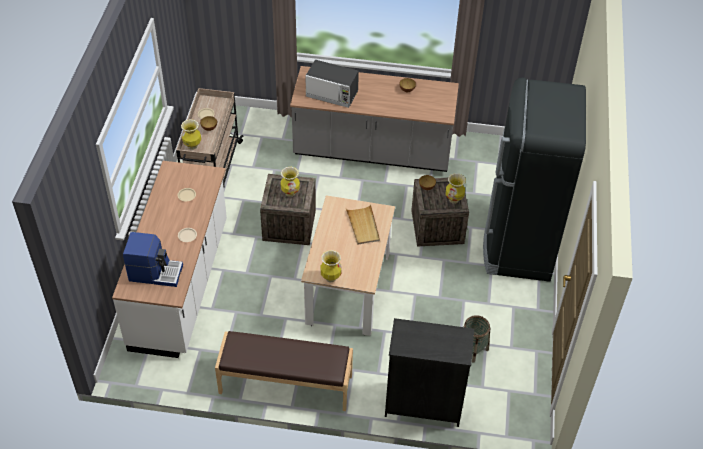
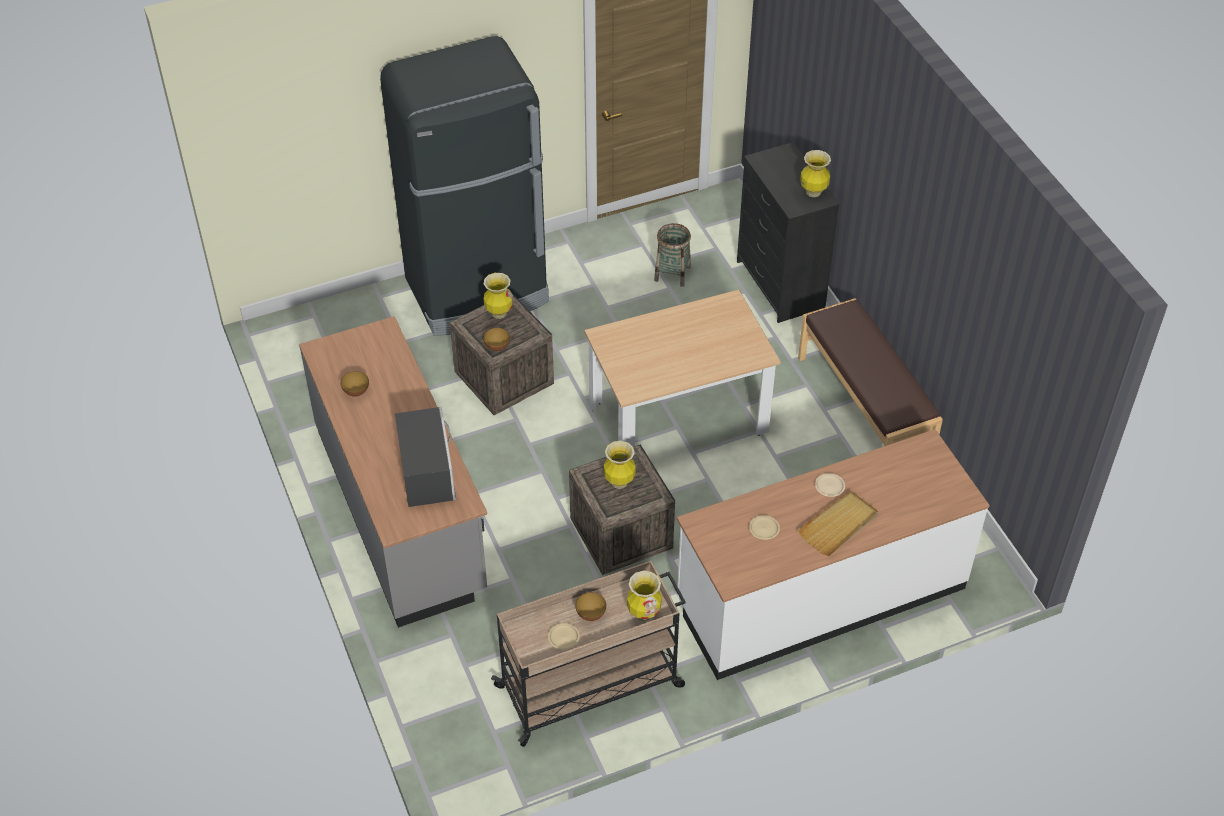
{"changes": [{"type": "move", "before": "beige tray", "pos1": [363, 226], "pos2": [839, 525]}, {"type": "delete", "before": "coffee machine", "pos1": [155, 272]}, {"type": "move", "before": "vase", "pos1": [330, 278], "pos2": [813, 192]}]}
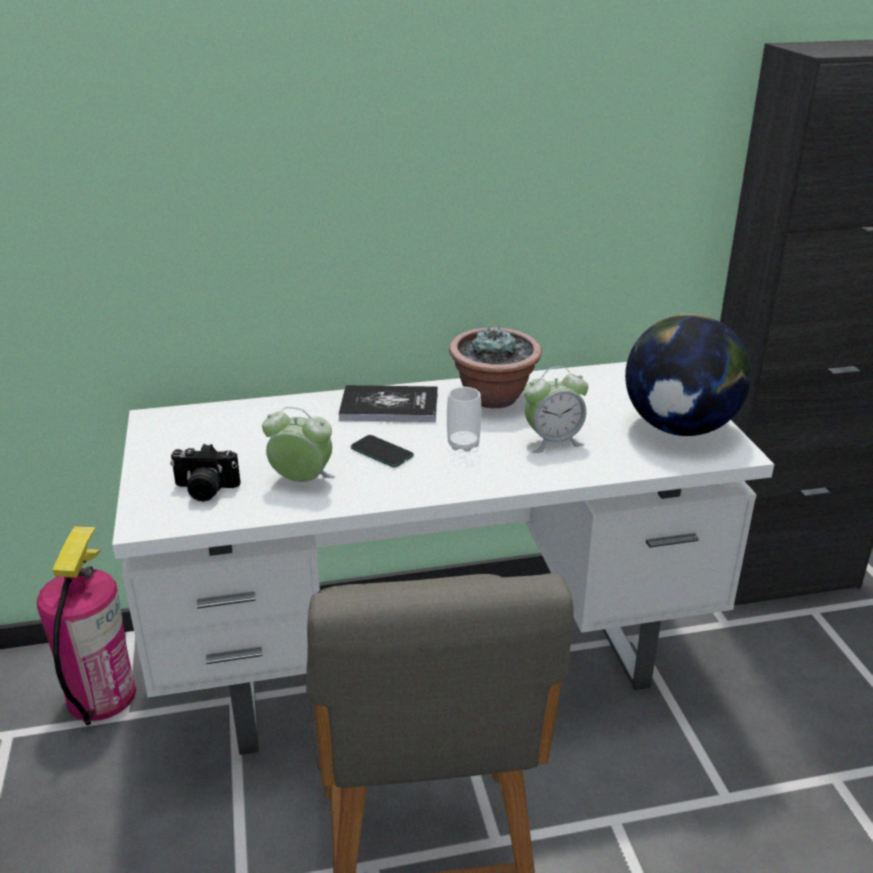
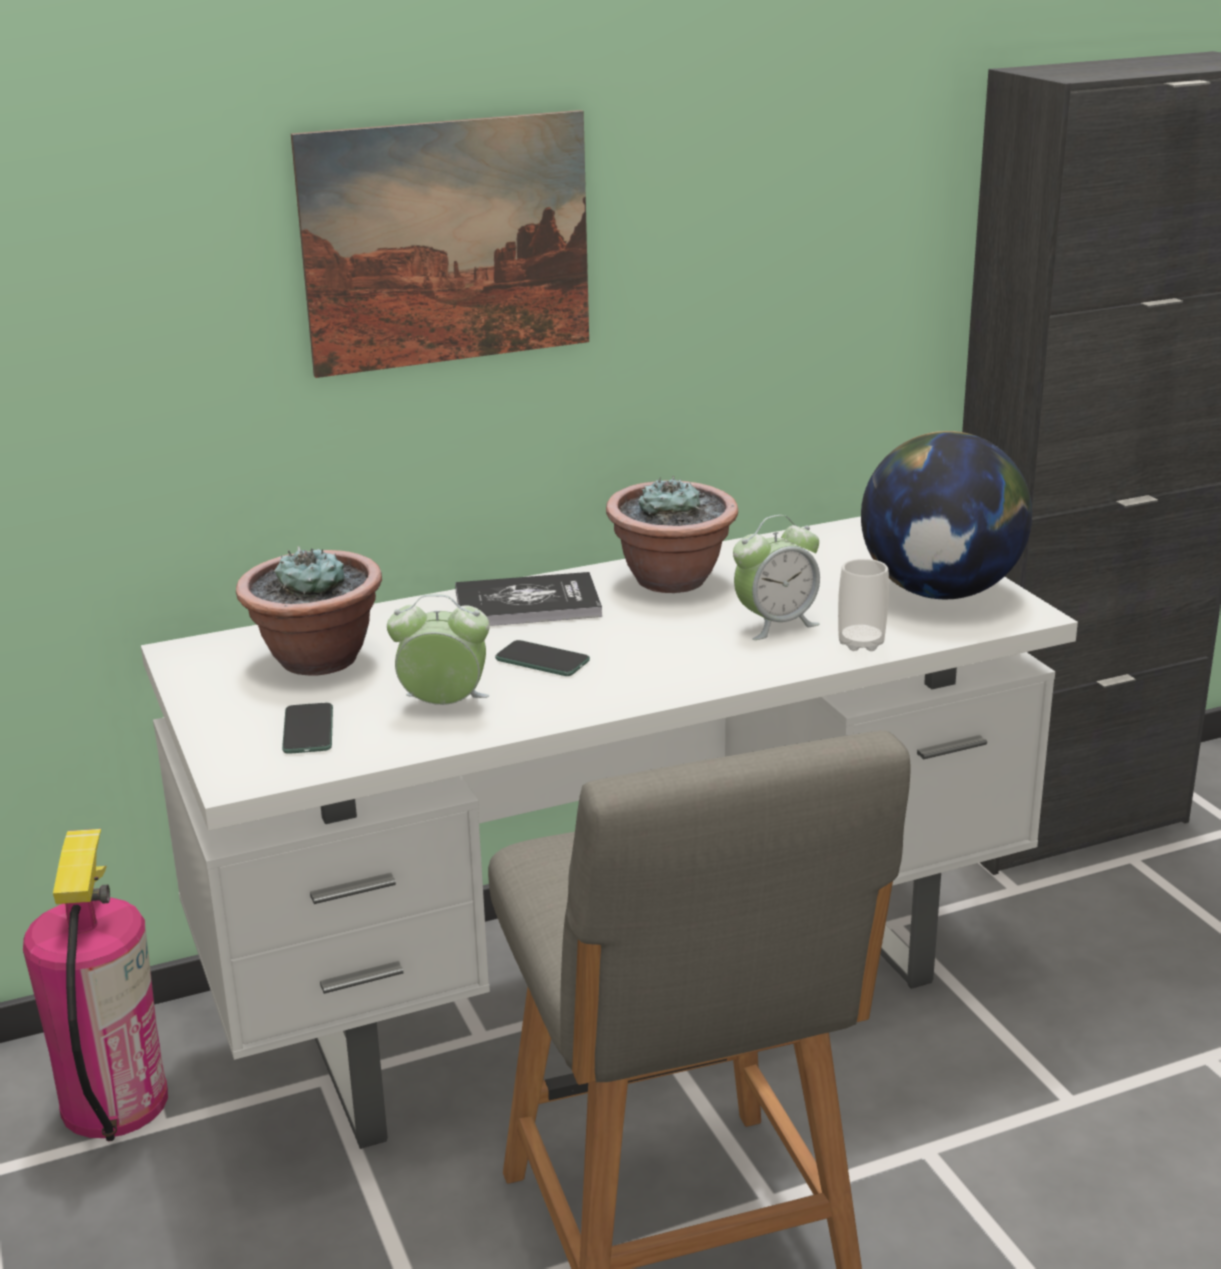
{"changes": [{"type": "move", "before": "cup", "pos1": [463, 444], "pos2": [861, 643]}, {"type": "replace", "before": "photo camera", "after": "phone", "pos1": [205, 490], "pos2": [308, 730]}, {"type": "insert", "after": "picture", "pos2": [447, 243]}, {"type": "insert", "after": "potted plant", "pos2": [317, 660]}]}
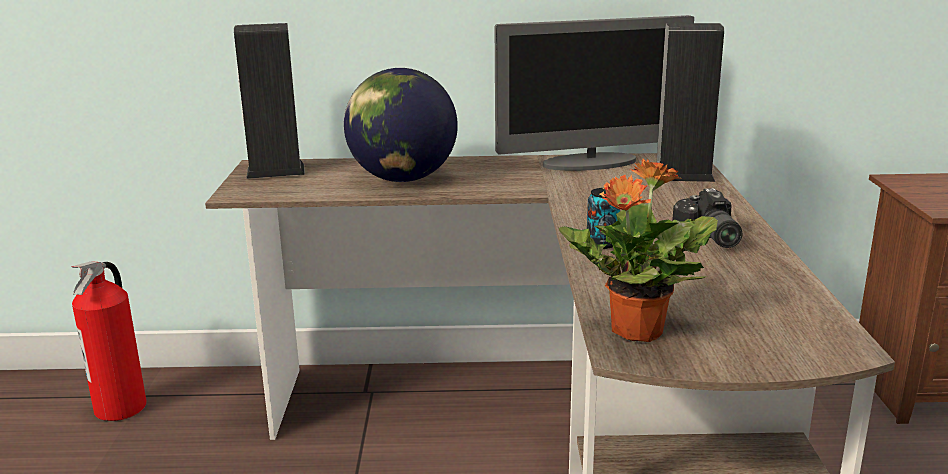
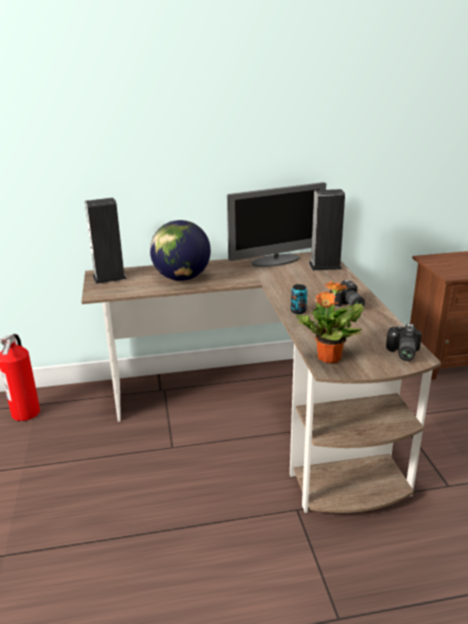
{"changes": [{"type": "insert", "after": "photo camera", "pos2": [401, 353]}]}
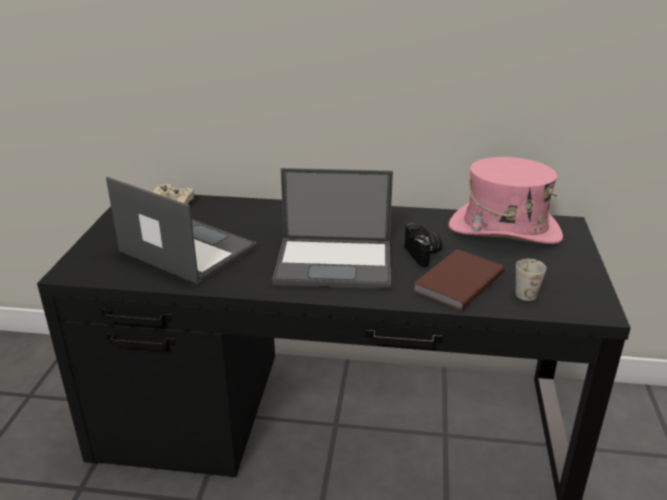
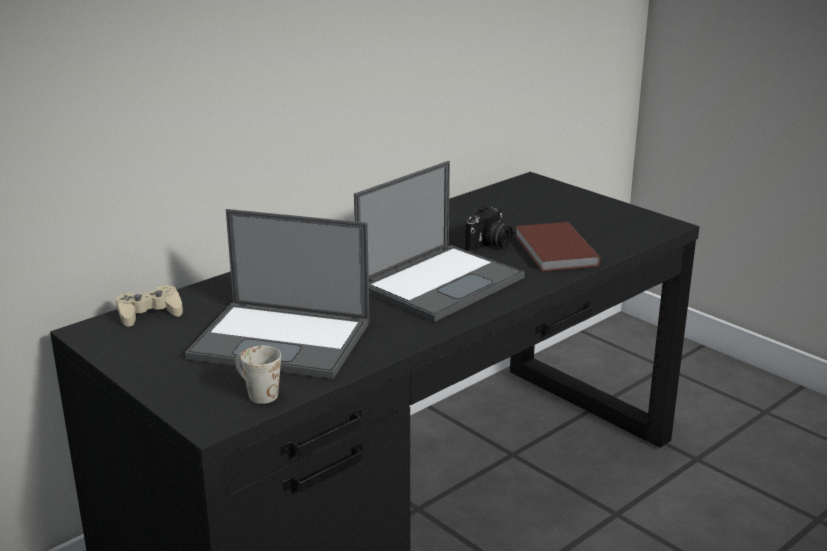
{"changes": [{"type": "delete", "before": "pink hat", "pos1": [504, 231]}, {"type": "rotate", "before": "laptop", "pos1": [186, 249], "pos2": [283, 340], "turn": -150}, {"type": "rotate", "before": "photo camera", "pos1": [423, 254], "pos2": [489, 244], "turn": 105}, {"type": "move", "before": "white mug", "pos1": [524, 291], "pos2": [256, 393]}]}
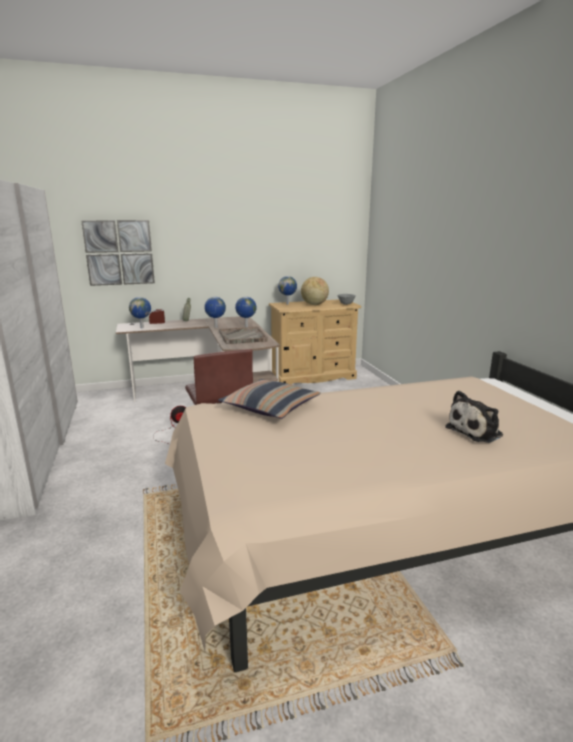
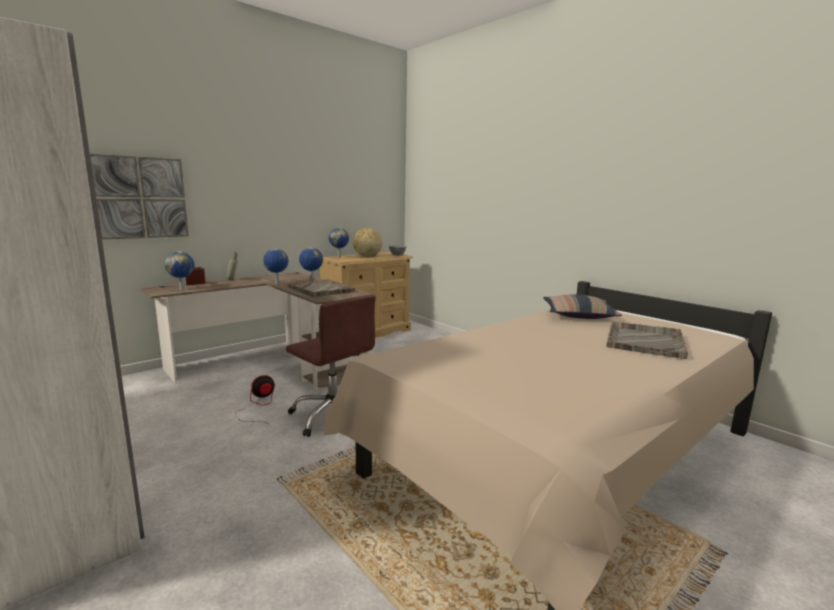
{"changes": [{"type": "move", "before": "pillow", "pos1": [270, 407], "pos2": [578, 315]}, {"type": "replace", "before": "plush toy", "after": "grey tray", "pos1": [476, 431], "pos2": [645, 341]}]}
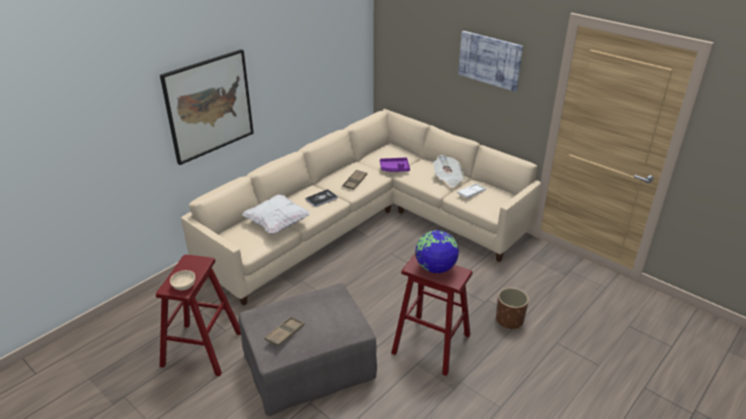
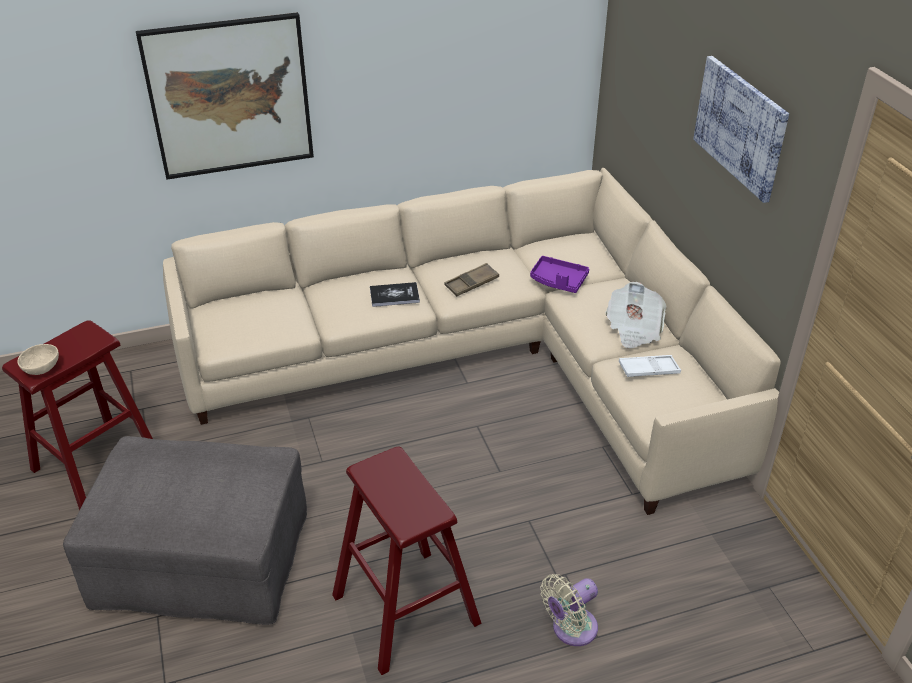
{"changes": [{"type": "delete", "before": "white pillow", "pos1": [277, 224]}, {"type": "delete", "before": "globe", "pos1": [435, 268]}, {"type": "replace", "before": "brown planter", "after": "beige fan", "pos1": [509, 320], "pos2": [570, 629]}, {"type": "delete", "before": "brown tray", "pos1": [285, 333]}]}
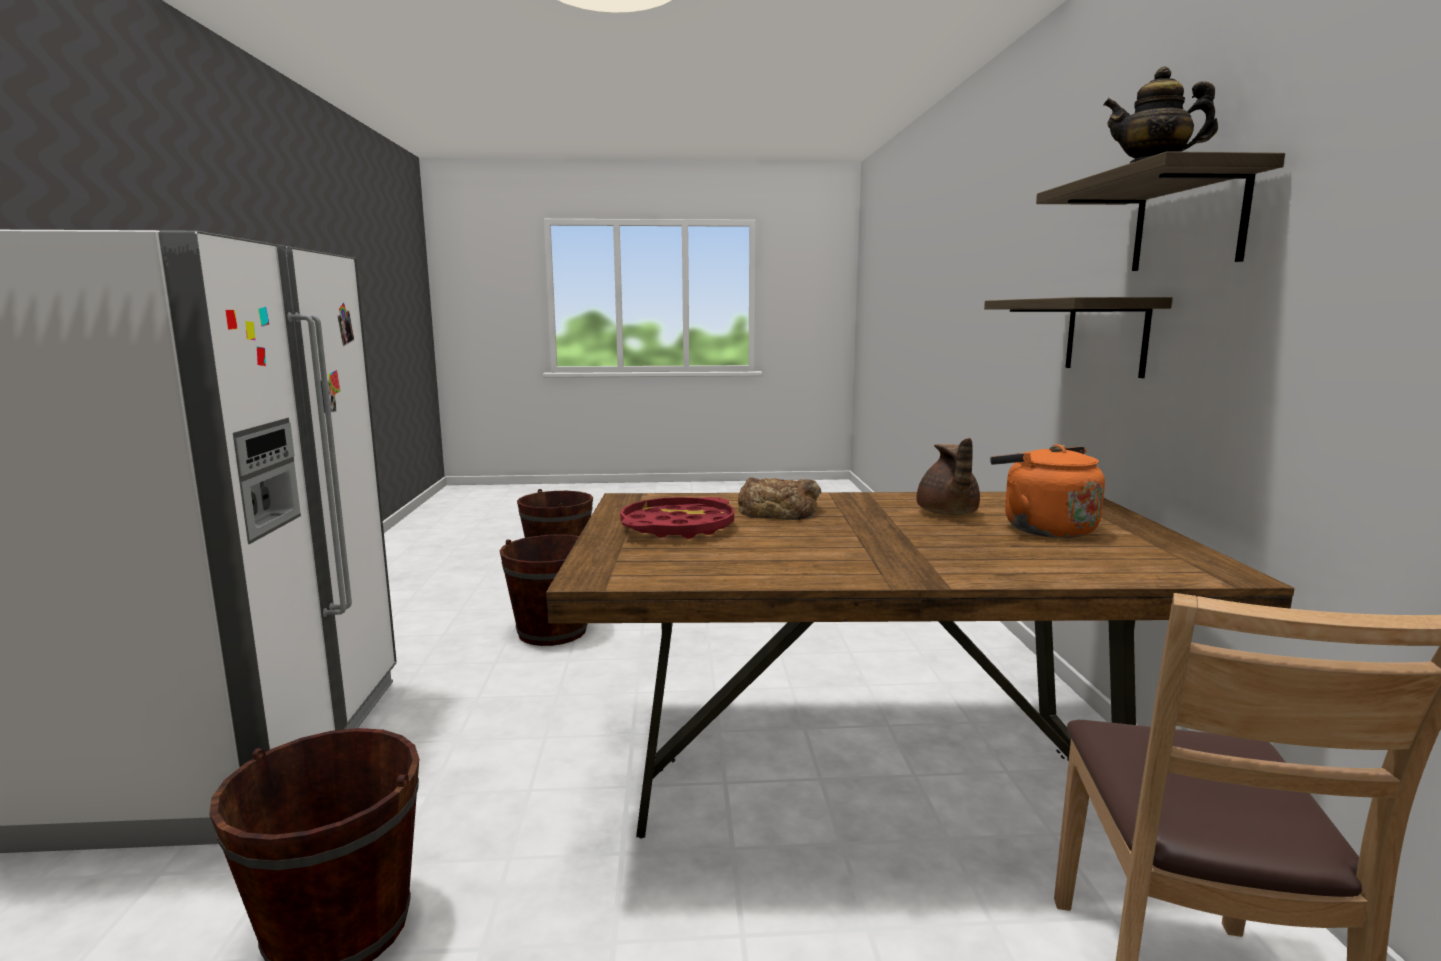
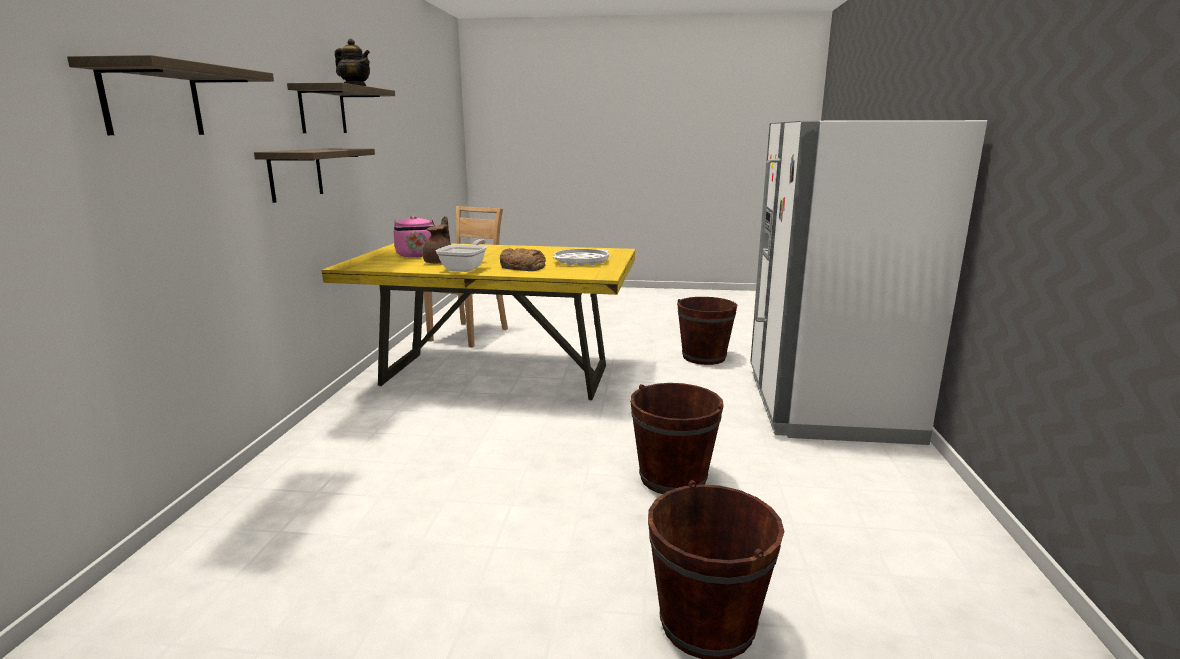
{"changes": [{"type": "recolor", "before": "orange kettle", "after": "pink kettle", "pos1": [1043, 528], "pos2": [417, 255]}, {"type": "recolor", "before": "brown dining table", "after": "yellow dining table", "pos1": [863, 775], "pos2": [498, 376]}, {"type": "recolor", "before": "red tray", "after": "white tray", "pos1": [677, 527], "pos2": [581, 262]}, {"type": "insert", "after": "shelf", "pos2": [152, 101]}, {"type": "insert", "after": "frying pan", "pos2": [466, 268]}]}
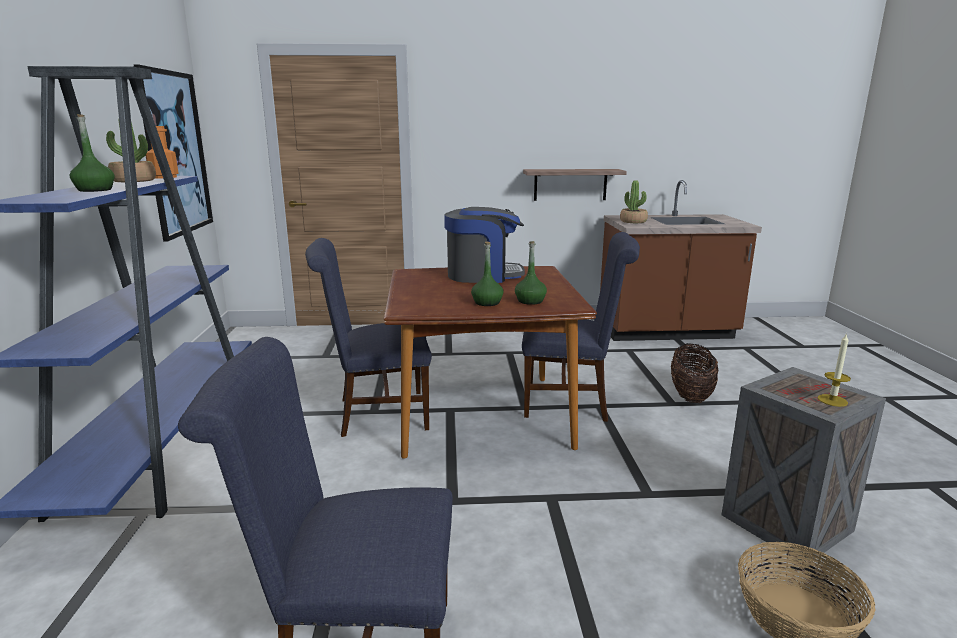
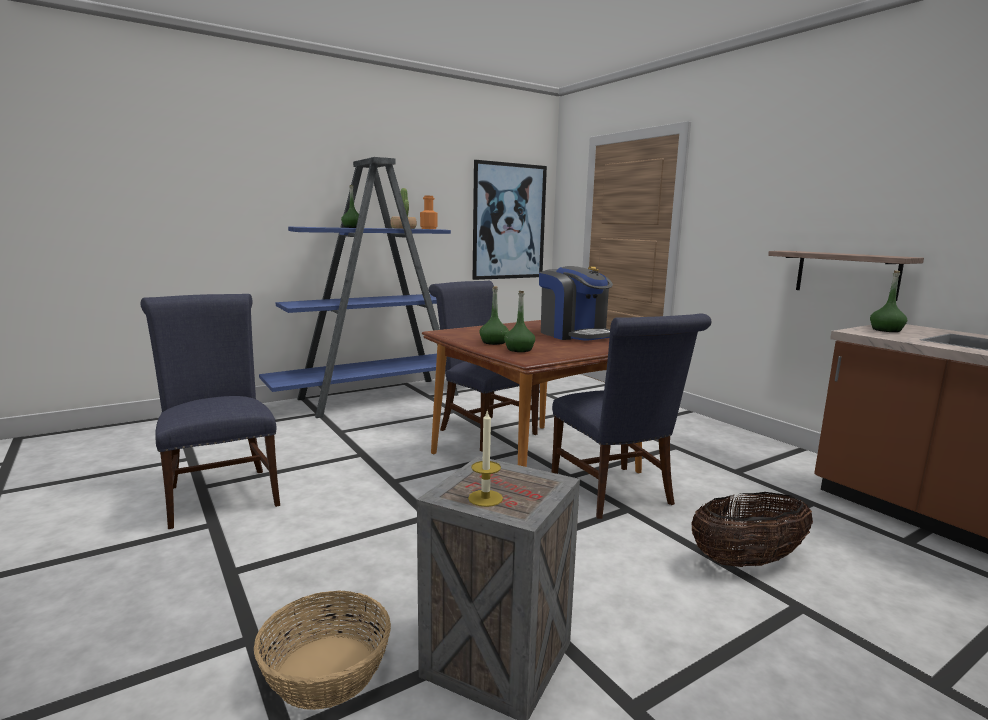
{"changes": [{"type": "replace", "before": "potted plant", "after": "green bottle", "pos1": [633, 221], "pos2": [886, 330]}]}
